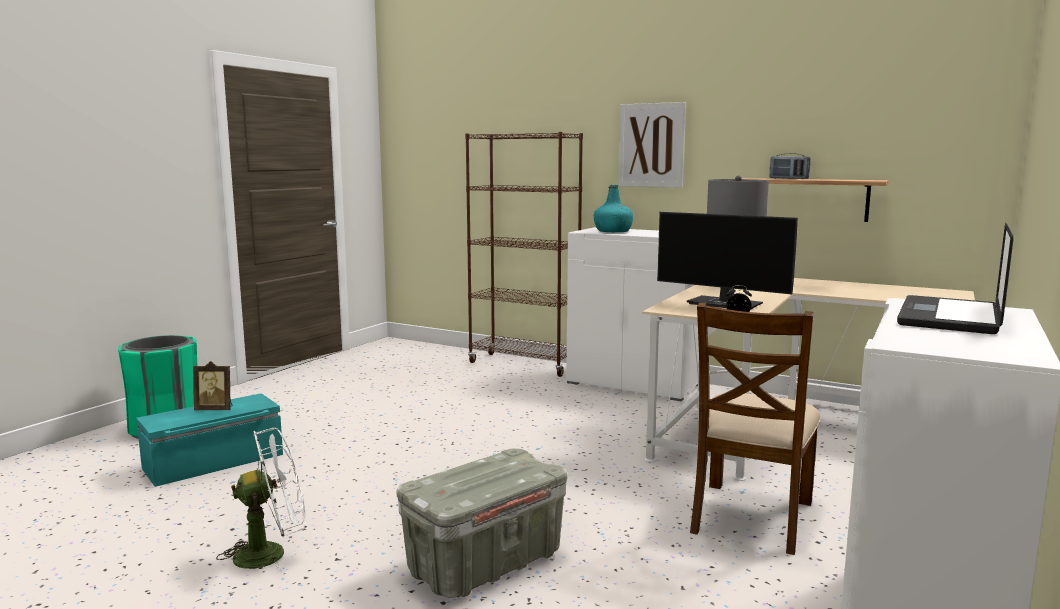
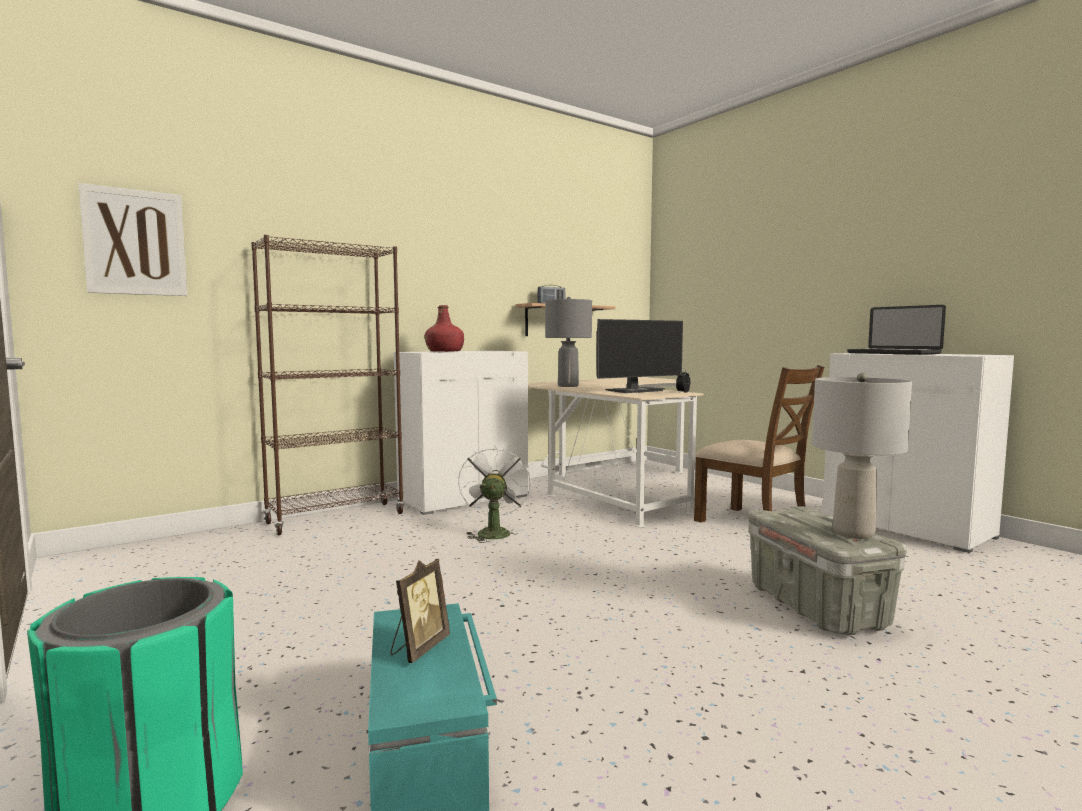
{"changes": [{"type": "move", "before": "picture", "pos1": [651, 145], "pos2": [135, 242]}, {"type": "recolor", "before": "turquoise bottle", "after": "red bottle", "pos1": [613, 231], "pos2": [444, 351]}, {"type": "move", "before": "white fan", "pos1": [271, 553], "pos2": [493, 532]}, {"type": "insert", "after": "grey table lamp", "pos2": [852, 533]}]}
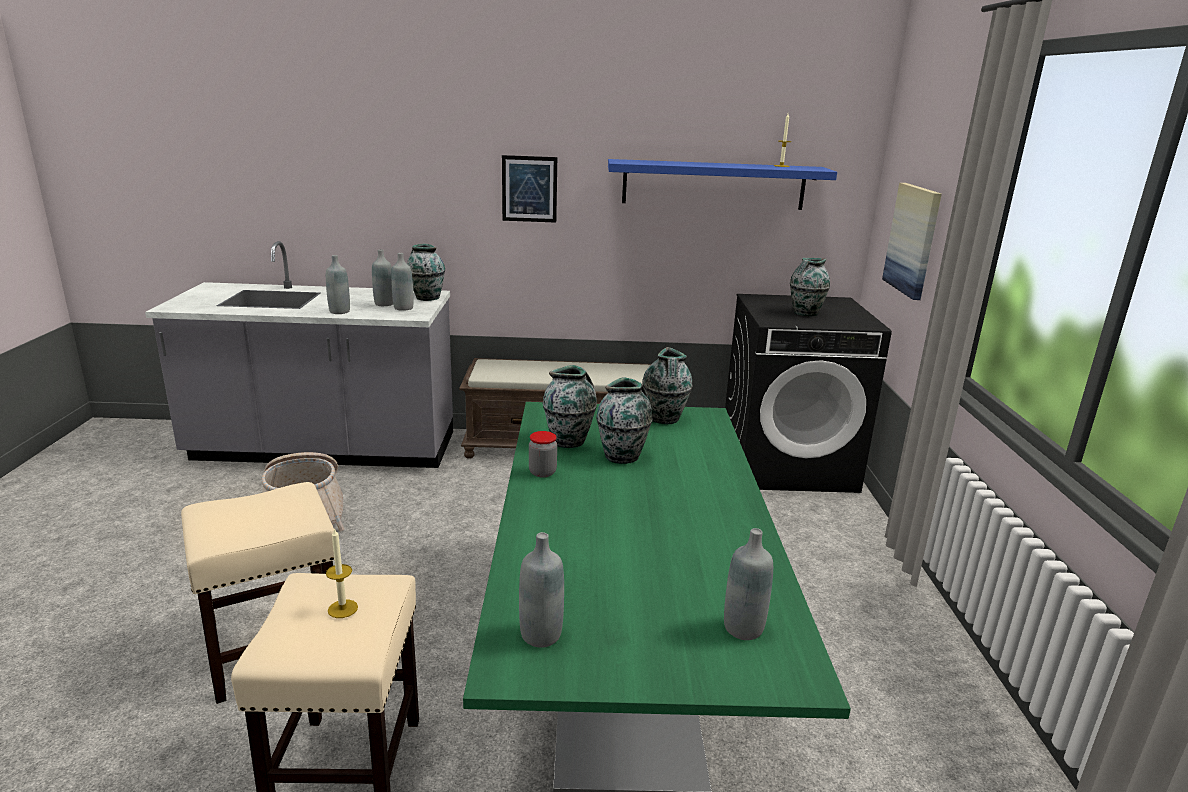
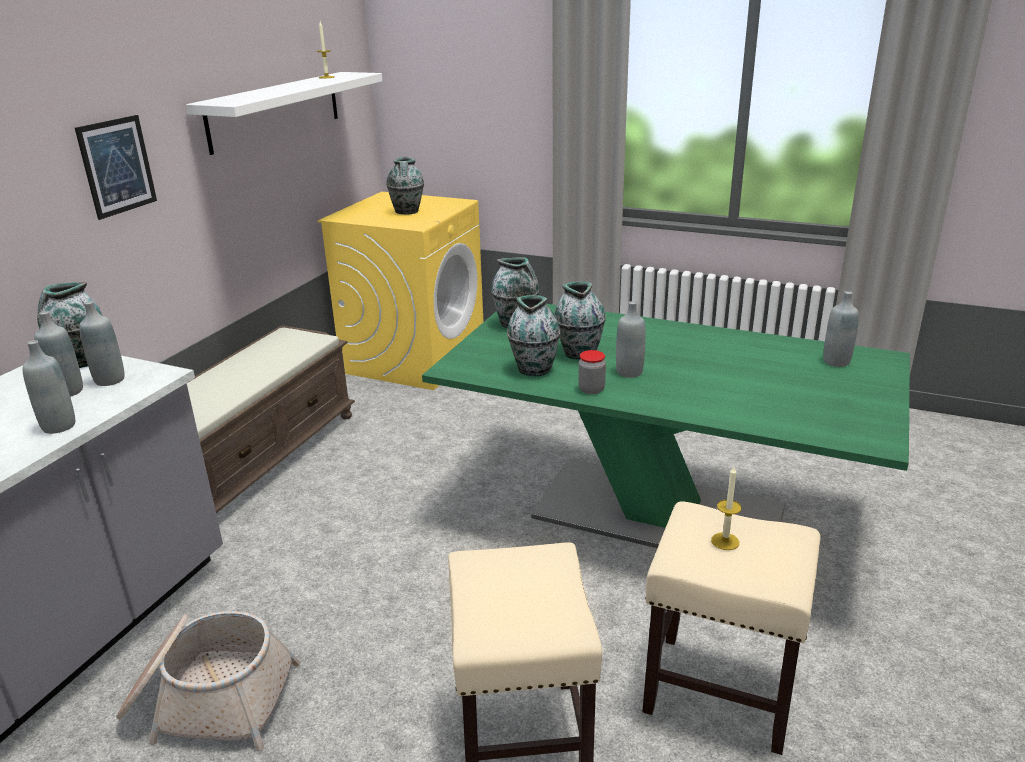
{"changes": [{"type": "recolor", "before": "blue shelf", "after": "white shelf", "pos1": [713, 184], "pos2": [275, 110]}, {"type": "delete", "before": "picture", "pos1": [913, 239]}, {"type": "recolor", "before": "black washing machine", "after": "yellow washing machine", "pos1": [787, 464], "pos2": [414, 358]}, {"type": "move", "before": "grey bottle", "pos1": [541, 635], "pos2": [629, 372]}]}
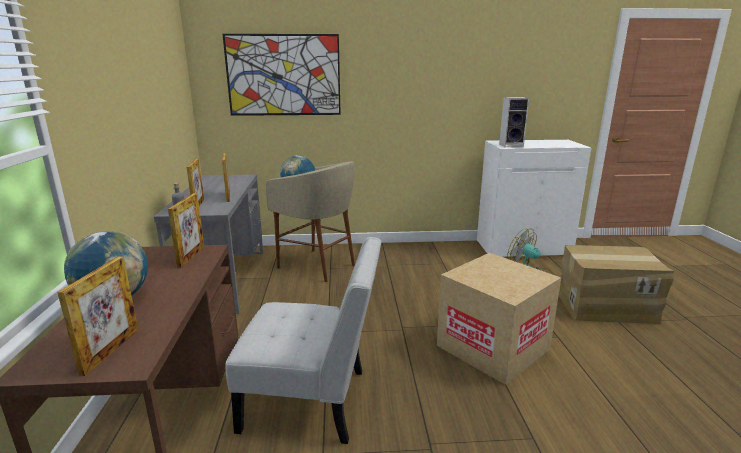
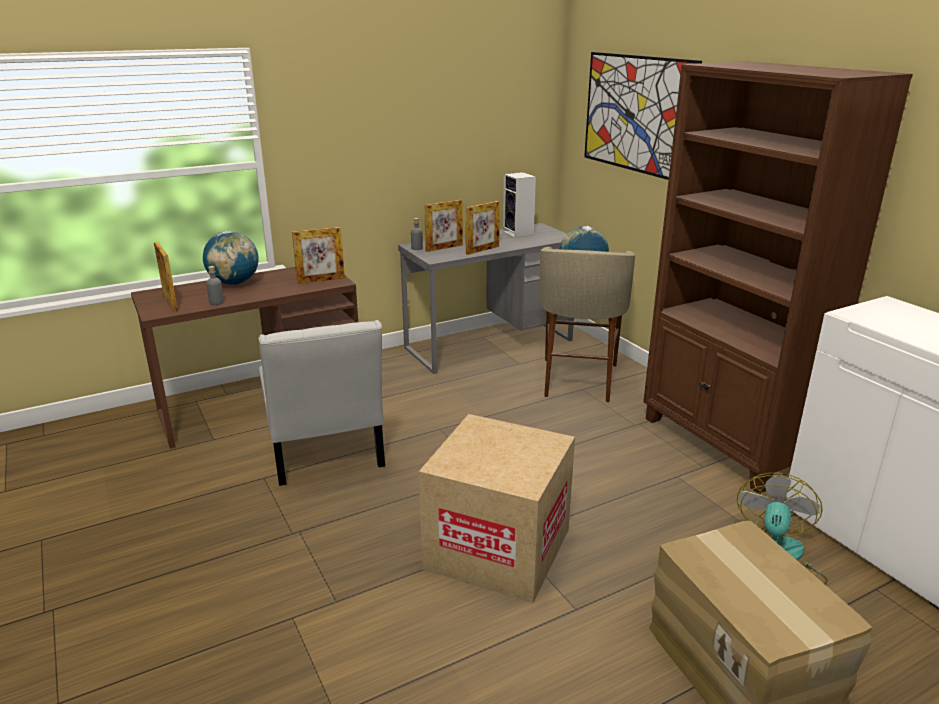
{"changes": [{"type": "move", "before": "speaker", "pos1": [512, 145], "pos2": [519, 233]}, {"type": "rotate", "before": "picture frame", "pos1": [111, 350], "pos2": [170, 303], "turn": -105}, {"type": "insert", "after": "brown bookcase", "pos2": [725, 444]}, {"type": "insert", "after": "grey bottle", "pos2": [216, 302]}]}
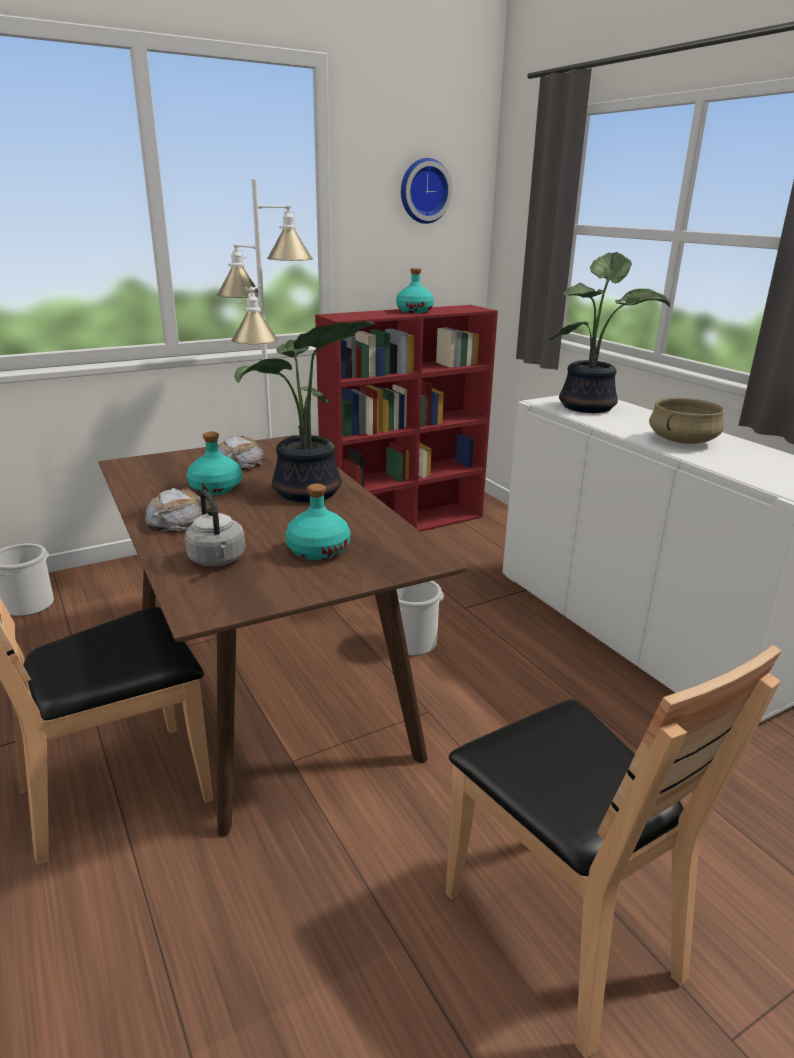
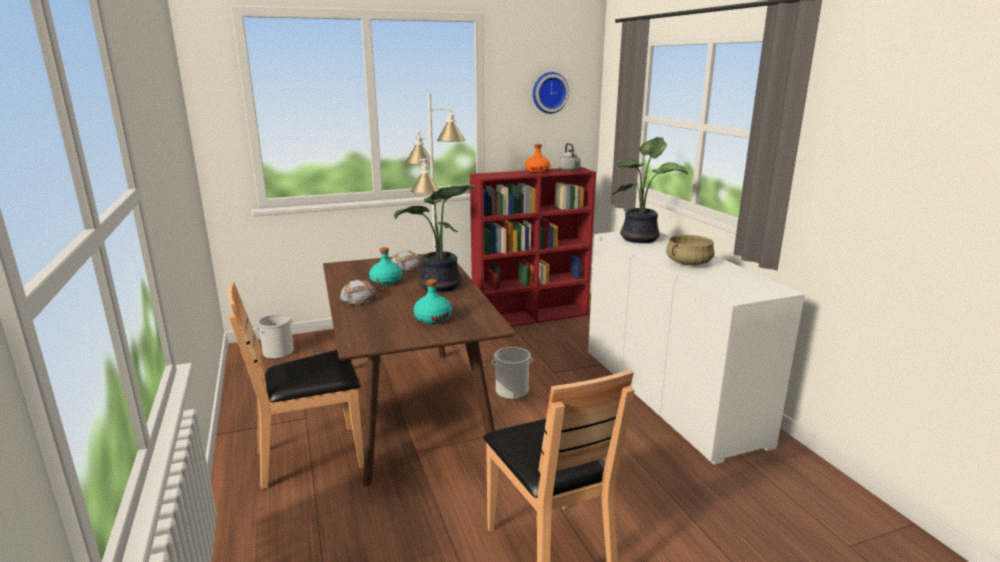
{"changes": [{"type": "recolor", "before": "turquoise bottle", "after": "orange bottle", "pos1": [414, 311], "pos2": [537, 172]}, {"type": "move", "before": "grey kettle", "pos1": [218, 560], "pos2": [570, 170]}]}
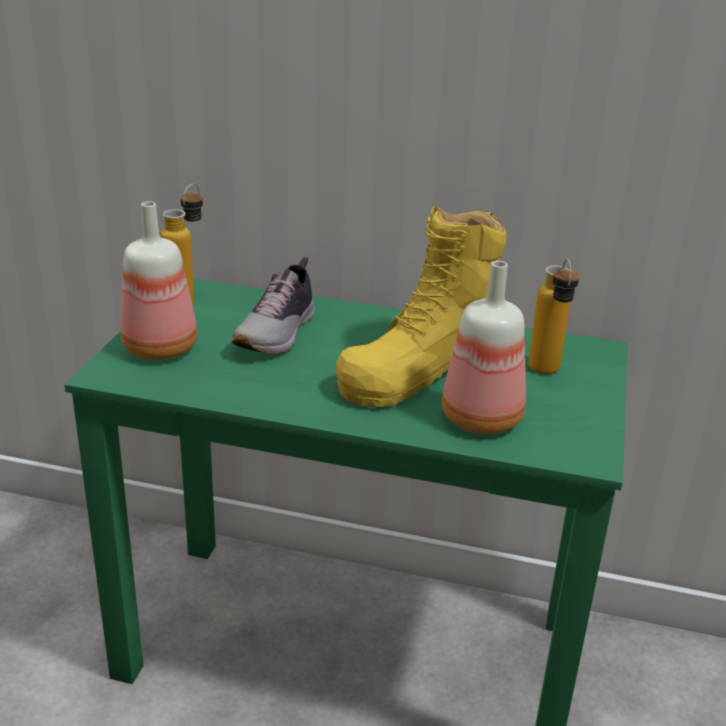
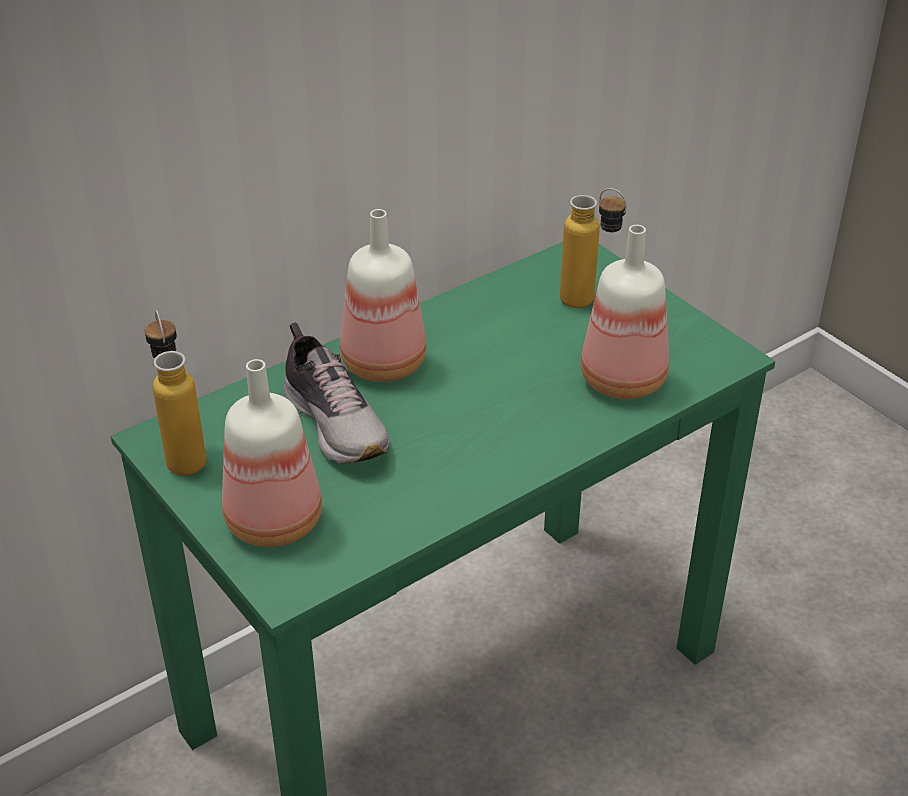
{"changes": [{"type": "delete", "before": "yellow boot", "pos1": [420, 370]}, {"type": "insert", "after": "bottle", "pos2": [384, 365]}]}
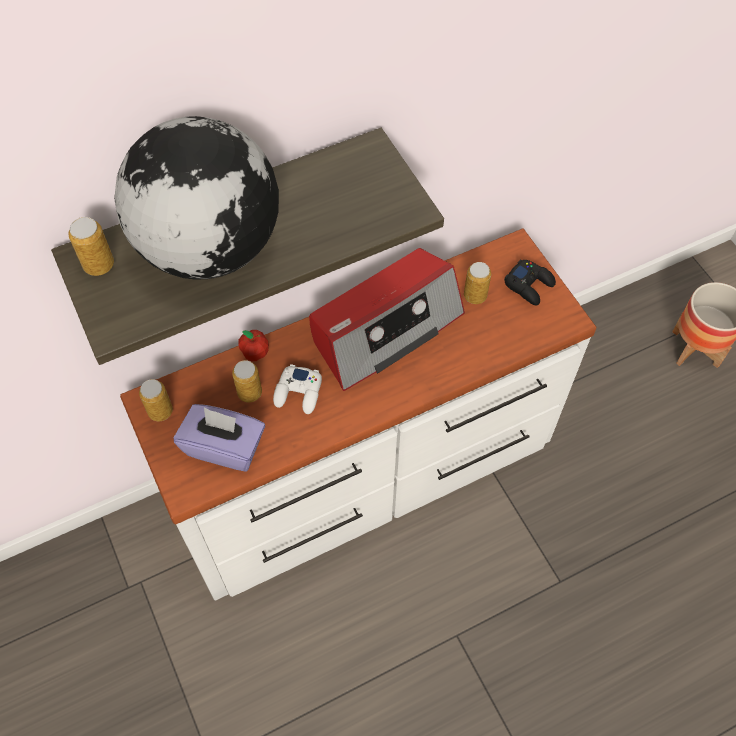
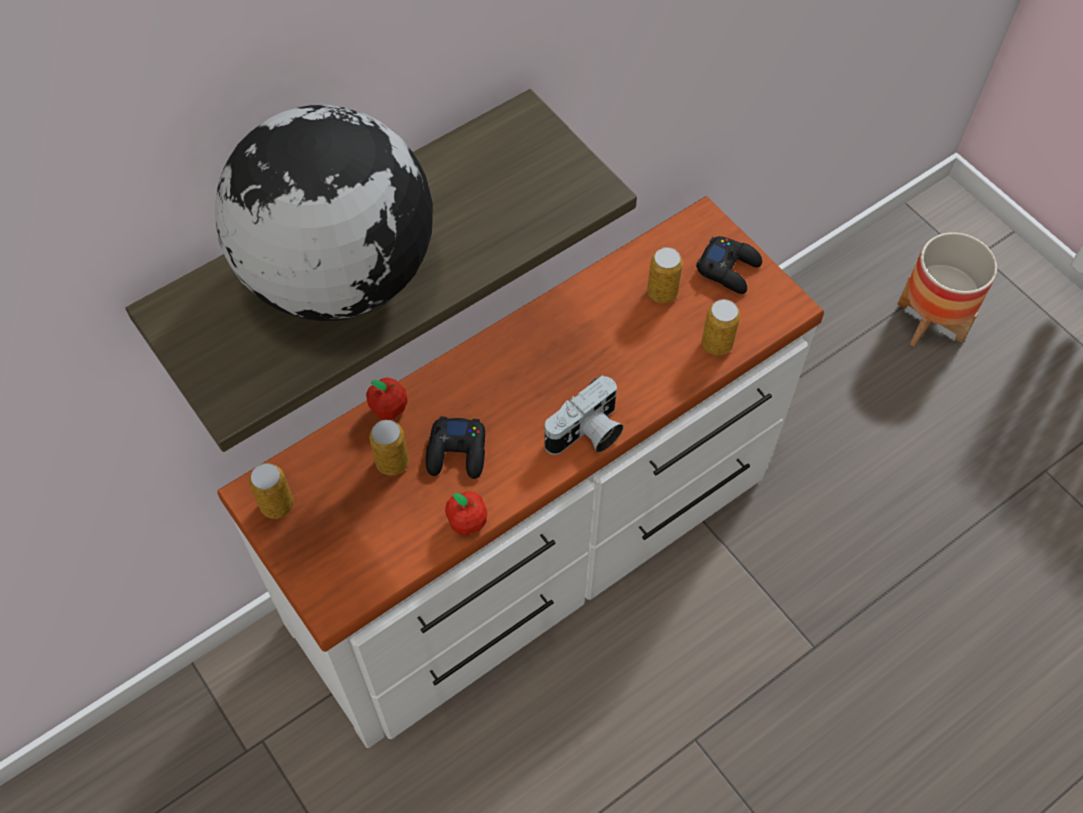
{"changes": [{"type": "move", "before": "can", "pos1": [99, 265], "pos2": [717, 344]}, {"type": "delete", "before": "radio", "pos1": [385, 328]}, {"type": "recolor", "before": "white game controller", "after": "black game controller", "pos1": [299, 393], "pos2": [457, 452]}, {"type": "delete", "before": "purple tissue box", "pos1": [225, 447]}, {"type": "insert", "after": "photo camera", "pos2": [587, 434]}, {"type": "insert", "after": "apple", "pos2": [467, 522]}]}
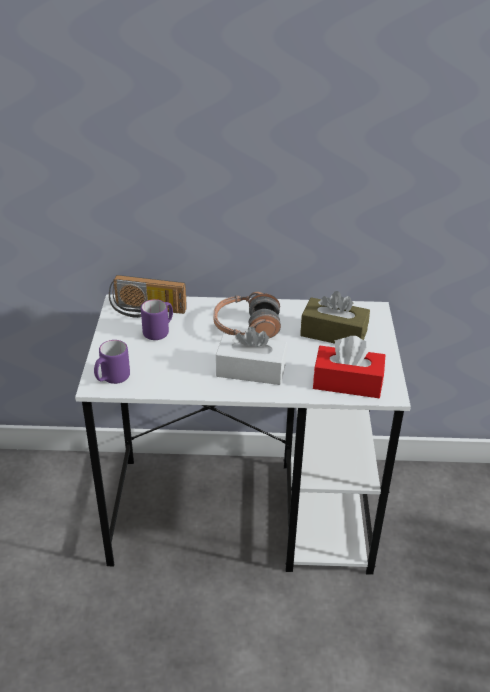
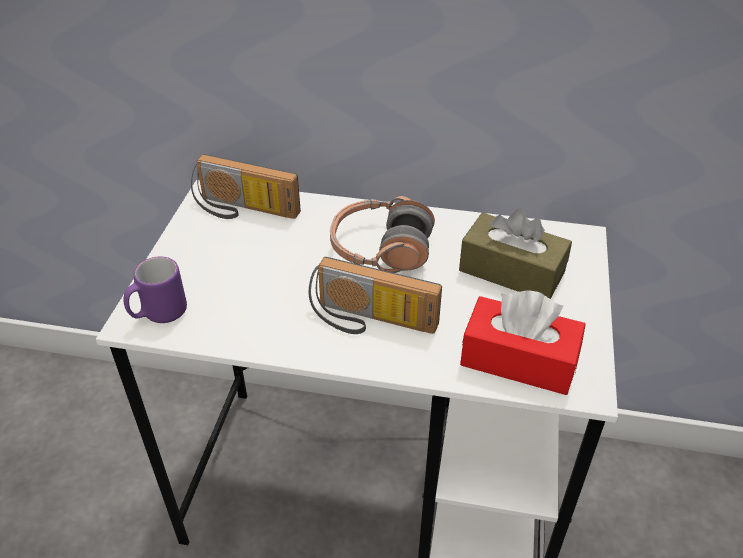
{"changes": [{"type": "delete", "before": "purple mug", "pos1": [159, 331]}, {"type": "replace", "before": "white tissue box", "after": "radio", "pos1": [251, 370], "pos2": [370, 321]}]}
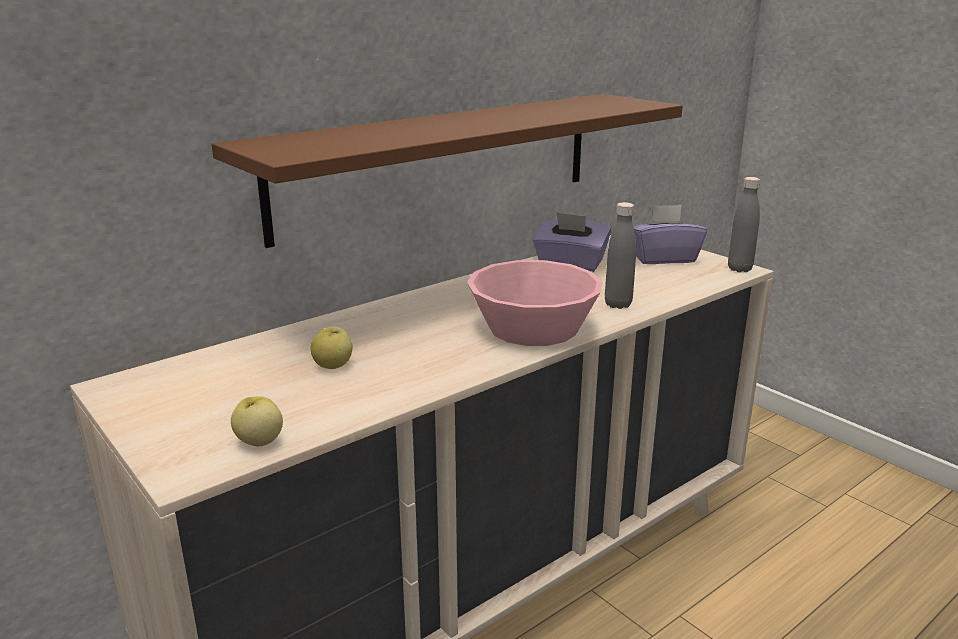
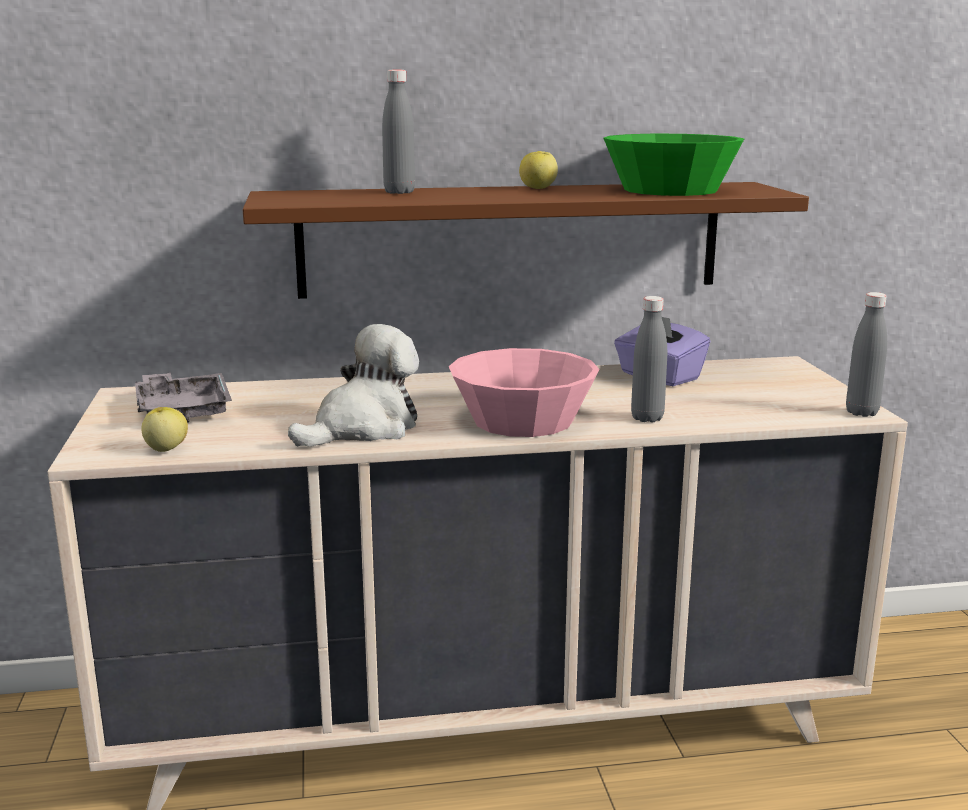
{"changes": [{"type": "delete", "before": "purple tissue box", "pos1": [663, 258]}, {"type": "move", "before": "apple", "pos1": [334, 365], "pos2": [539, 188]}, {"type": "insert", "after": "grey bottle", "pos2": [399, 192]}, {"type": "insert", "after": "green bowl", "pos2": [670, 190]}, {"type": "insert", "after": "plush toy", "pos2": [364, 429]}, {"type": "insert", "after": "grey tray", "pos2": [182, 411]}]}
